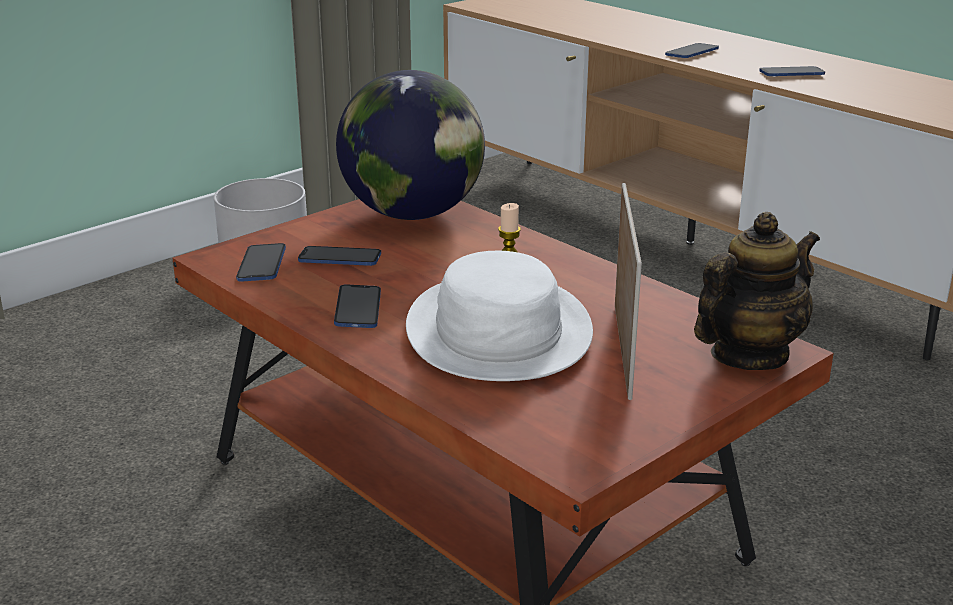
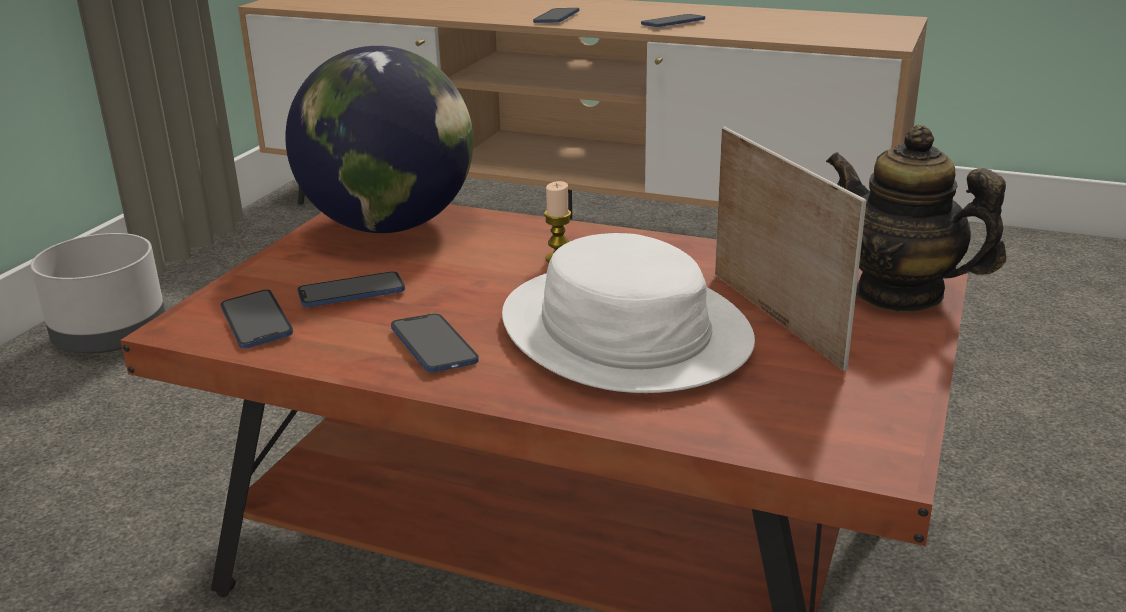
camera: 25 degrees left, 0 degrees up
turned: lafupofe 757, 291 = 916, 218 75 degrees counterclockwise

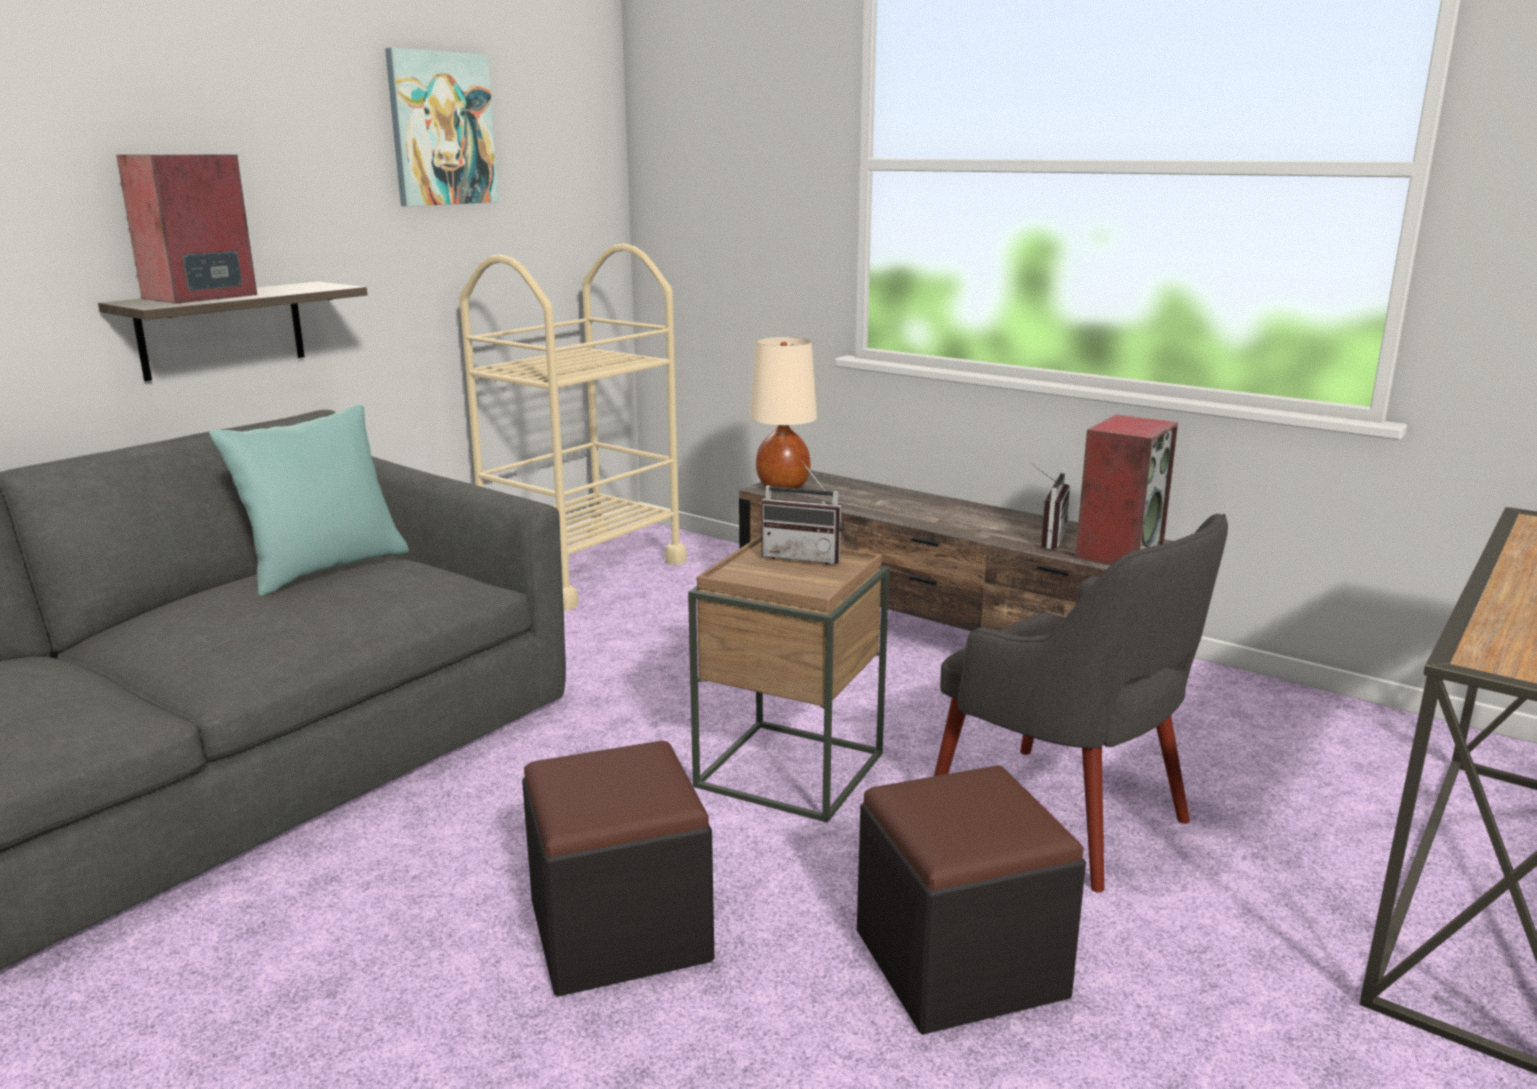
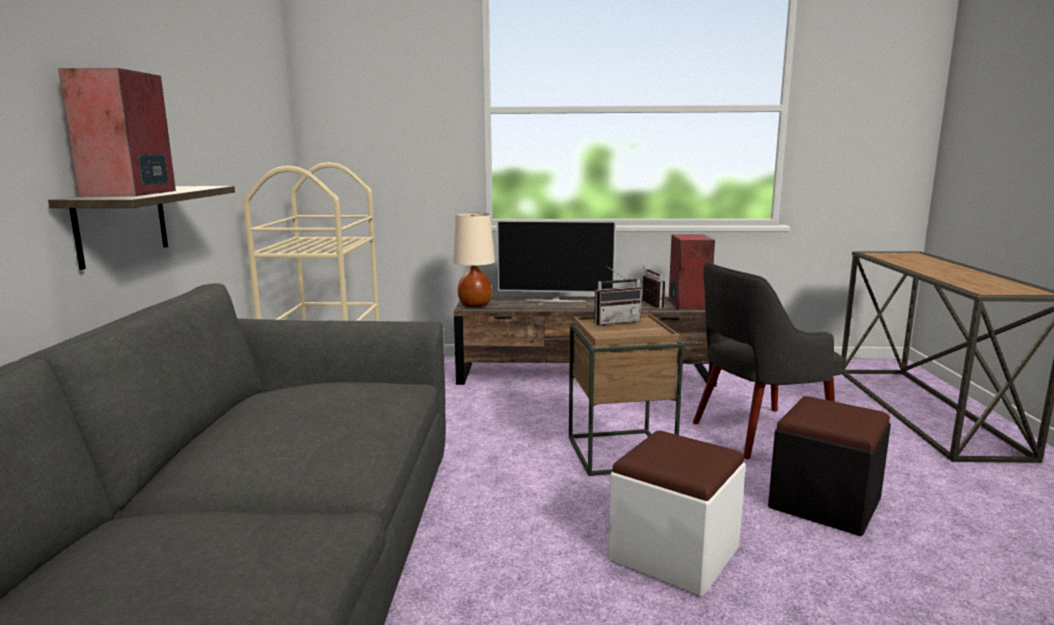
camera: 35 degrees left, 5 degrees down
removed: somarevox 442, 127; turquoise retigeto 309, 501
added: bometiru 556, 261
recoloured: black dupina 618, 868 to white dupina 677, 513
turned: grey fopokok 1081, 703 = 768, 360 150 degrees clockwise

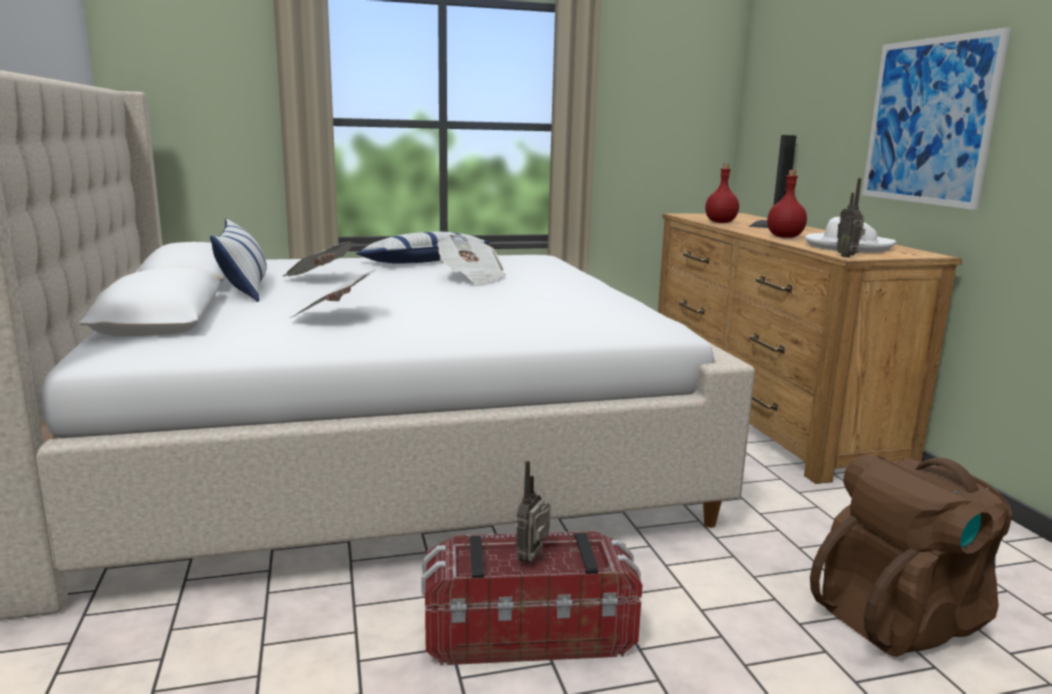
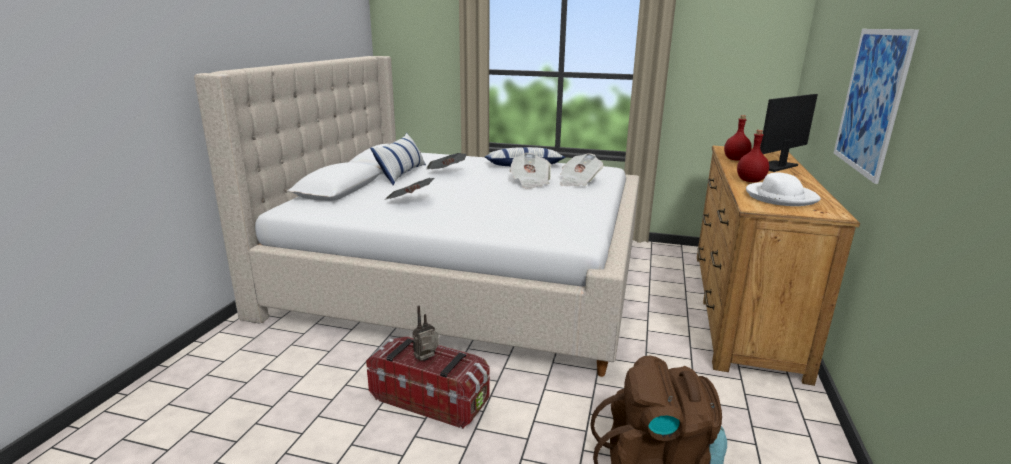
camera: 30 degrees right, 5 degrees up
removed: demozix 850, 217
added: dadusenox 581, 169

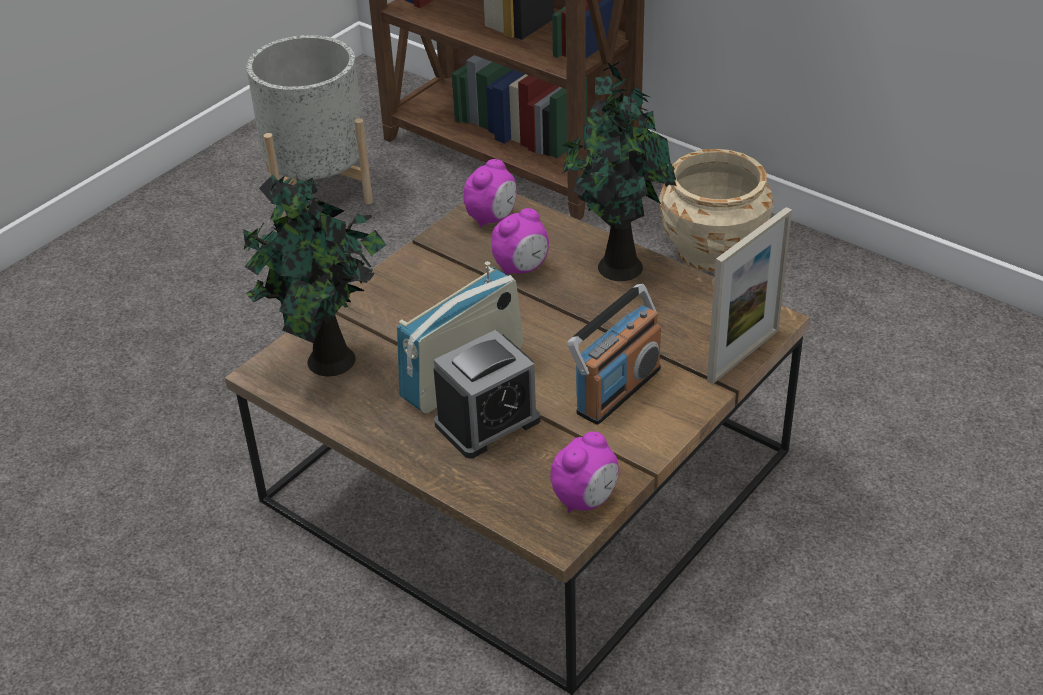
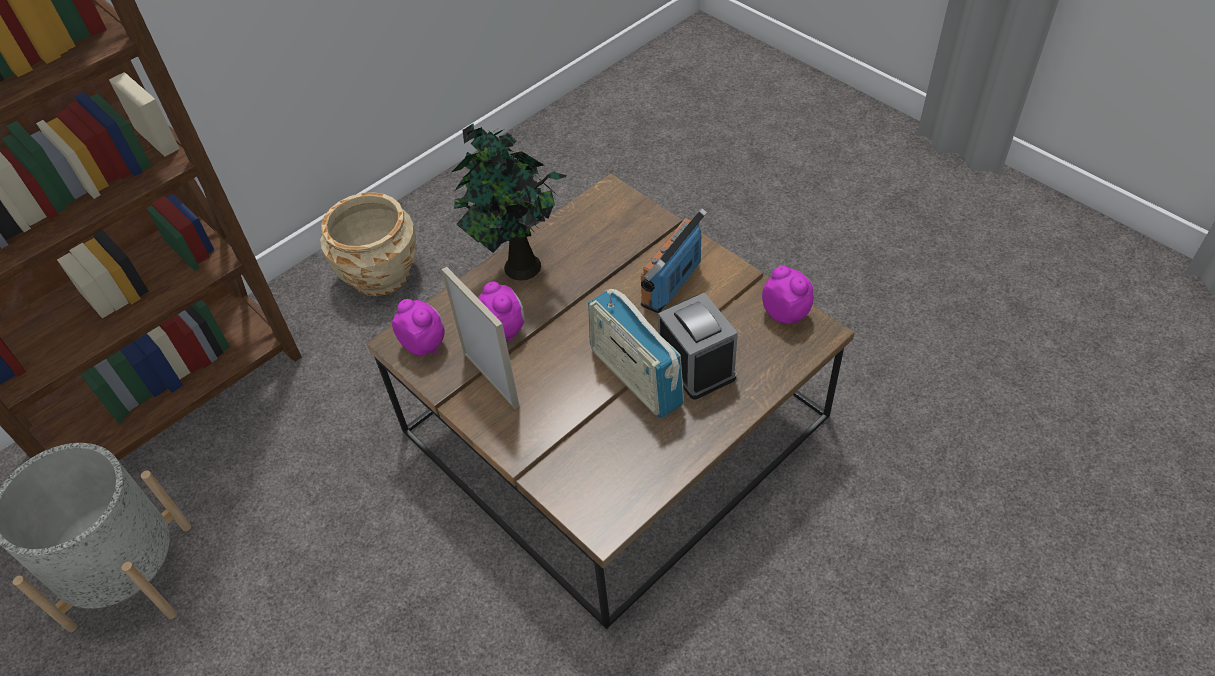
camera: 80 degrees left, 10 degrees up
removed: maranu 314, 275
moved: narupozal 749, 295 to 480, 338
turned: demozix 614, 354 = 674, 260 105 degrees counterclockwise

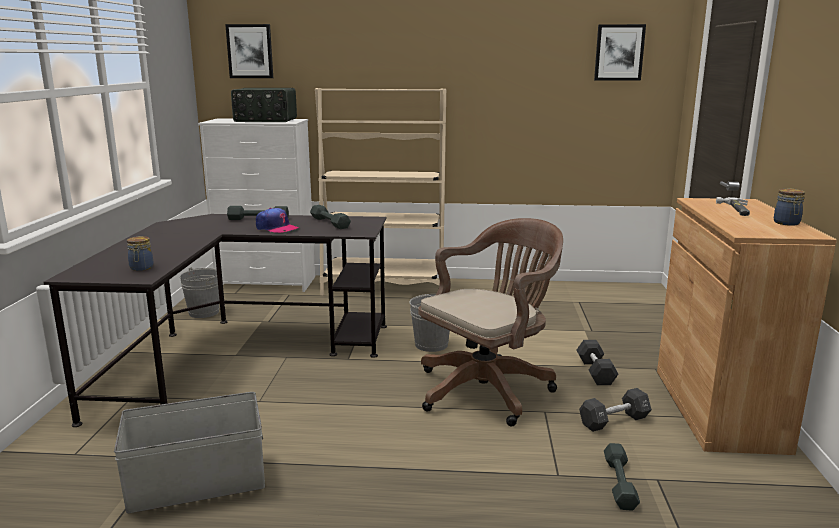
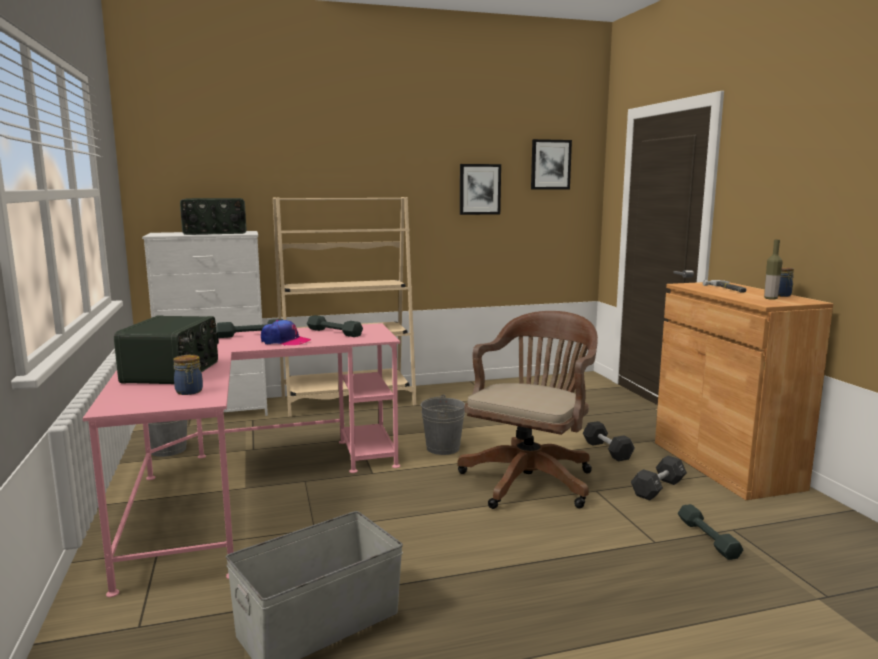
camera: 20 degrees left, 5 degrees down
added: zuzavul 773, 270; demozix 166, 349
moved: somarevox 249, 51 to 480, 189
recoloured: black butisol 215, 320 to pink butisol 241, 460

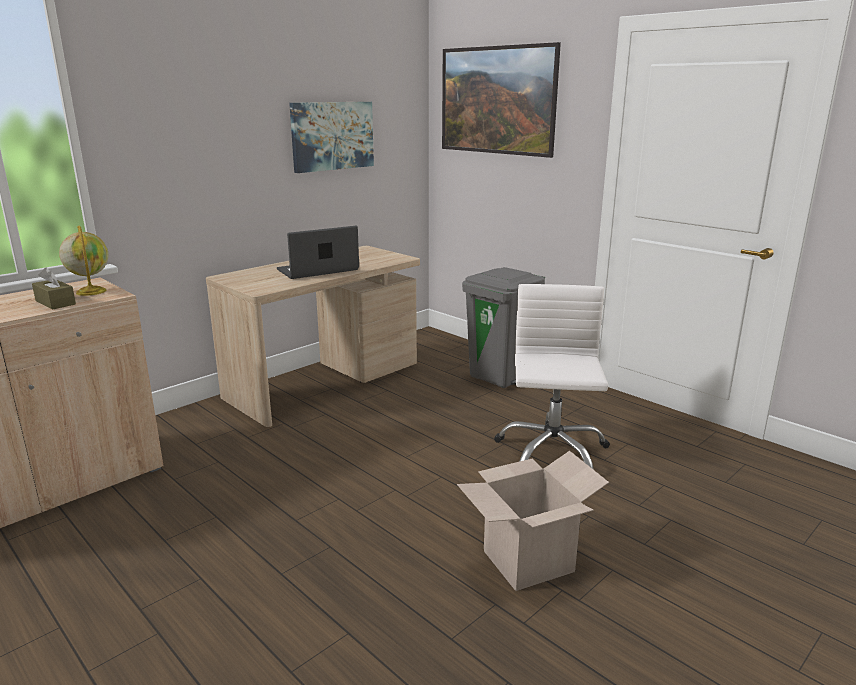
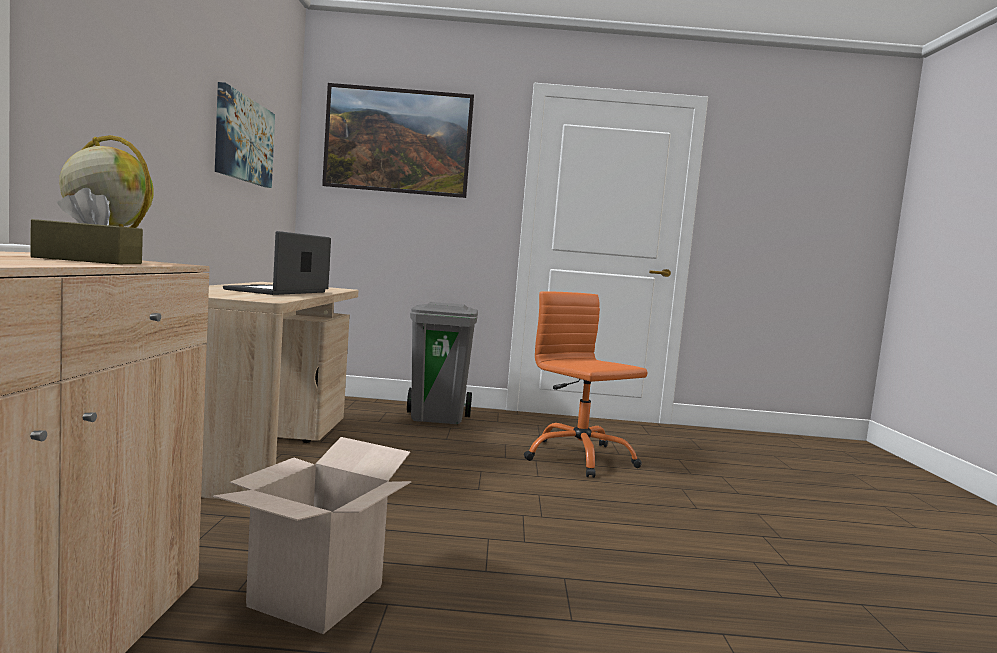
camera: 45 degrees left, 15 degrees down
moved: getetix 533, 521 to 312, 535
recoloured: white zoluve 552, 377 to orange zoluve 586, 384

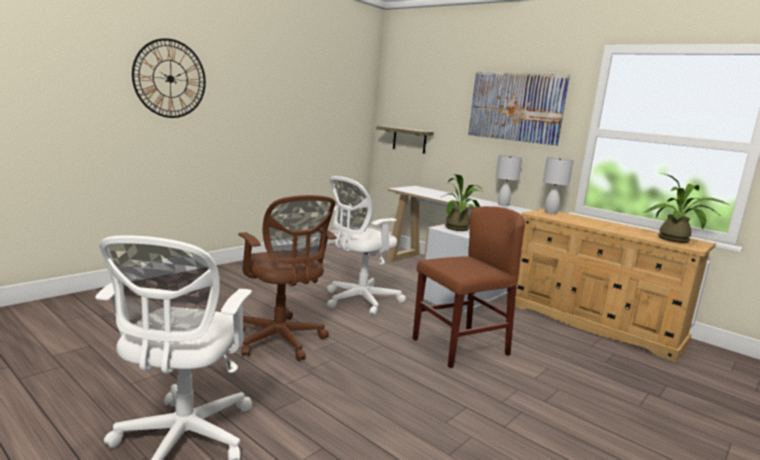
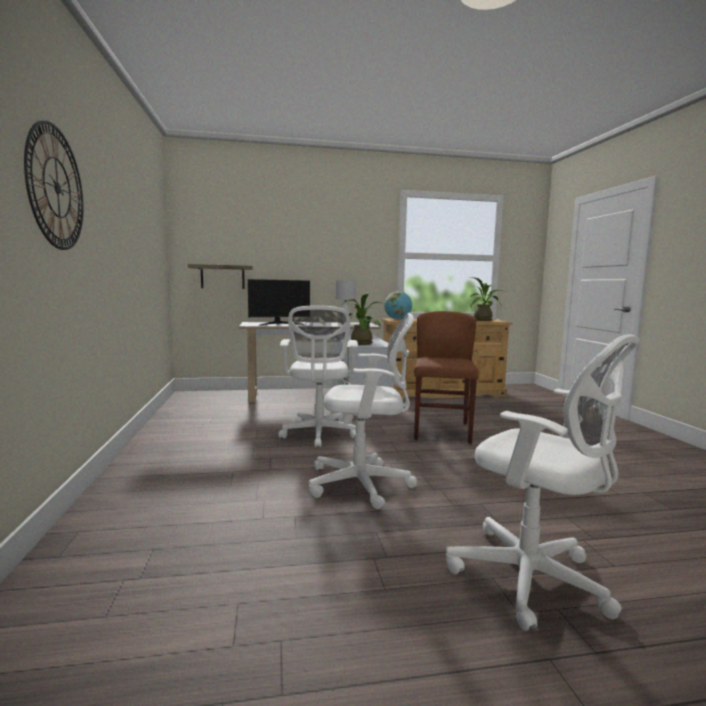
camera: 50 degrees left, 5 degrees down
removed: somarevox 519, 109
added: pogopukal 279, 302
replaced: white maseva 558, 185 to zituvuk 398, 305
recoloured: brown zoluve 287, 278 to white zoluve 363, 411

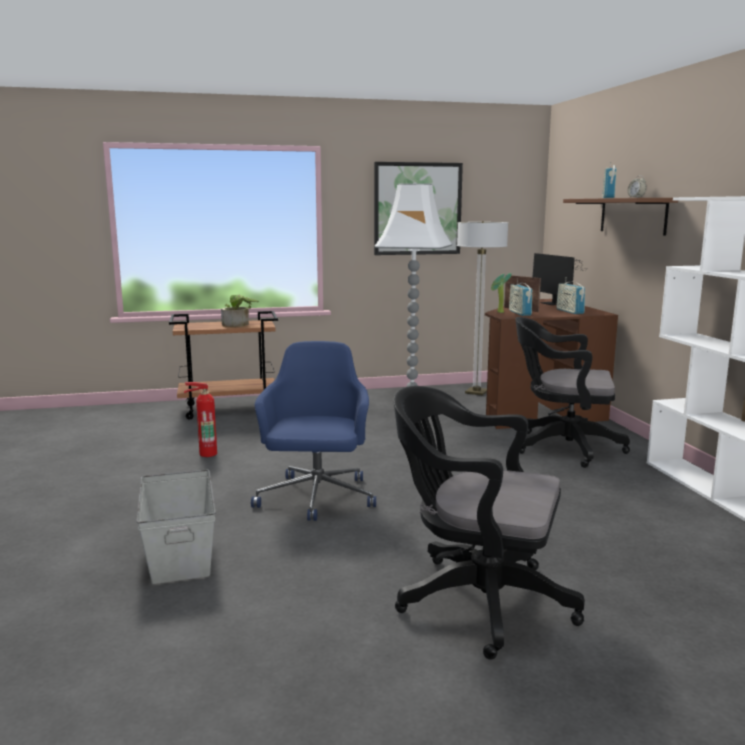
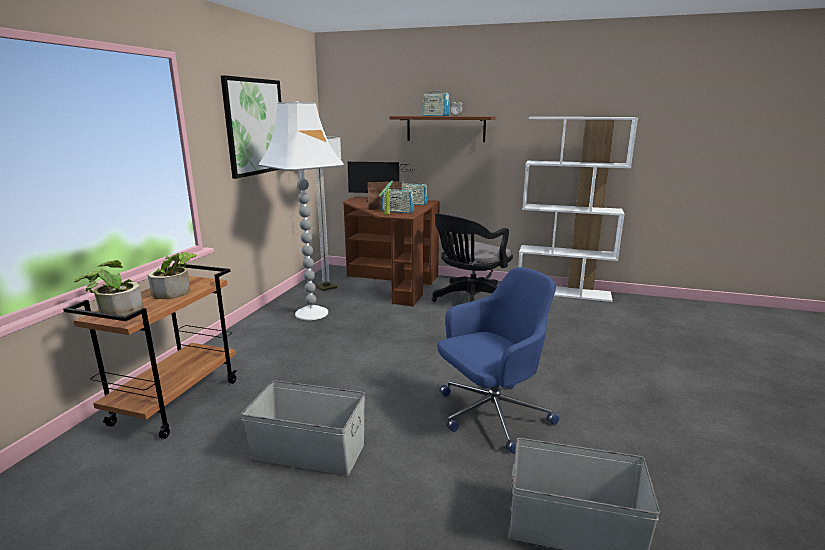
camera: 60 degrees left, 5 degrees up
removed: black zoluve 489, 523
added: maranu 108, 288
replaced: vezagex 200, 419 to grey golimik 303, 428
turned: blue zoluve 313, 431 = 498, 360 120 degrees clockwise

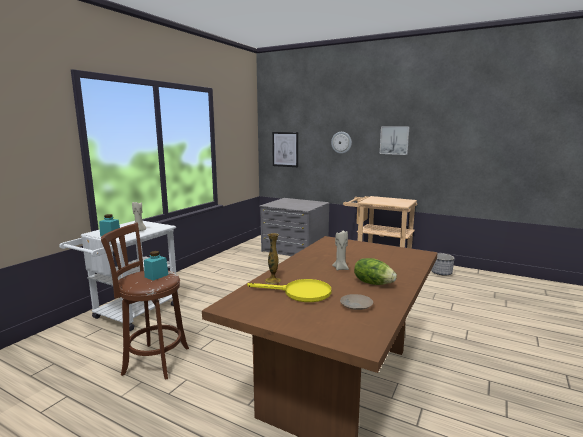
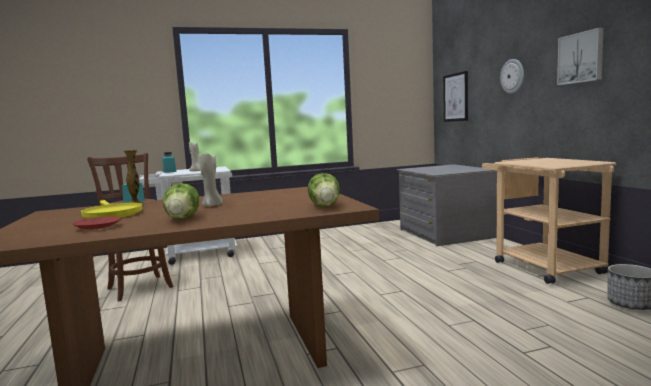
camera: 45 degrees right, 5 degrees down
added: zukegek 324, 190
recoloured: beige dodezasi 356, 302 to red dodezasi 96, 223

